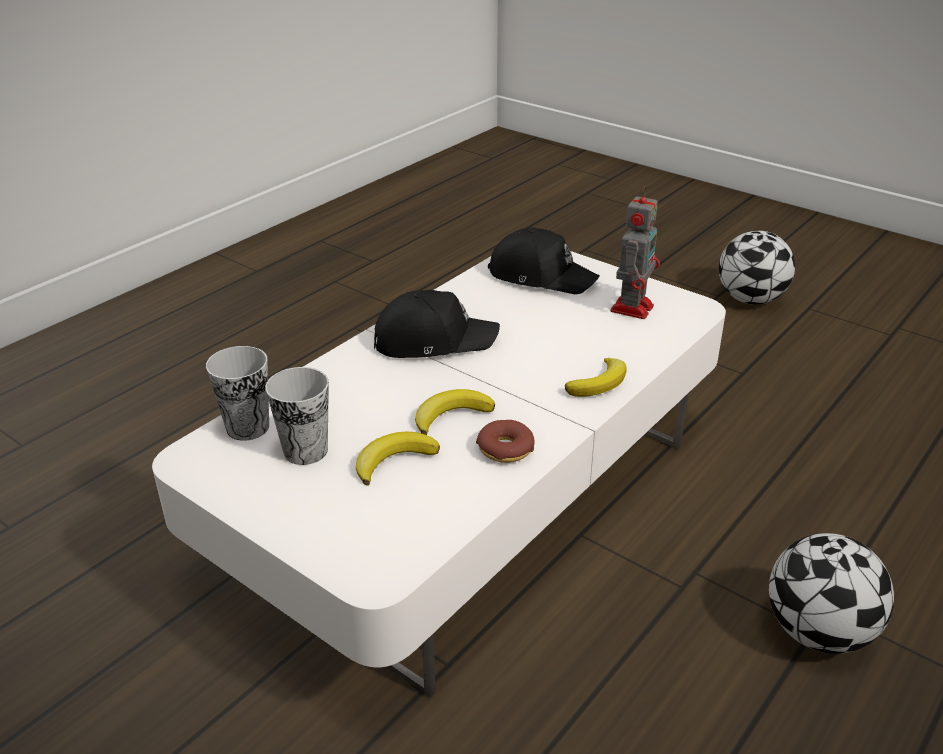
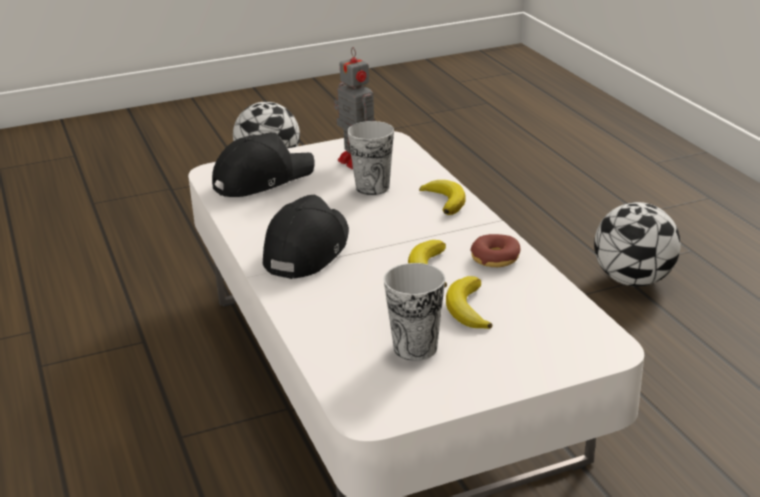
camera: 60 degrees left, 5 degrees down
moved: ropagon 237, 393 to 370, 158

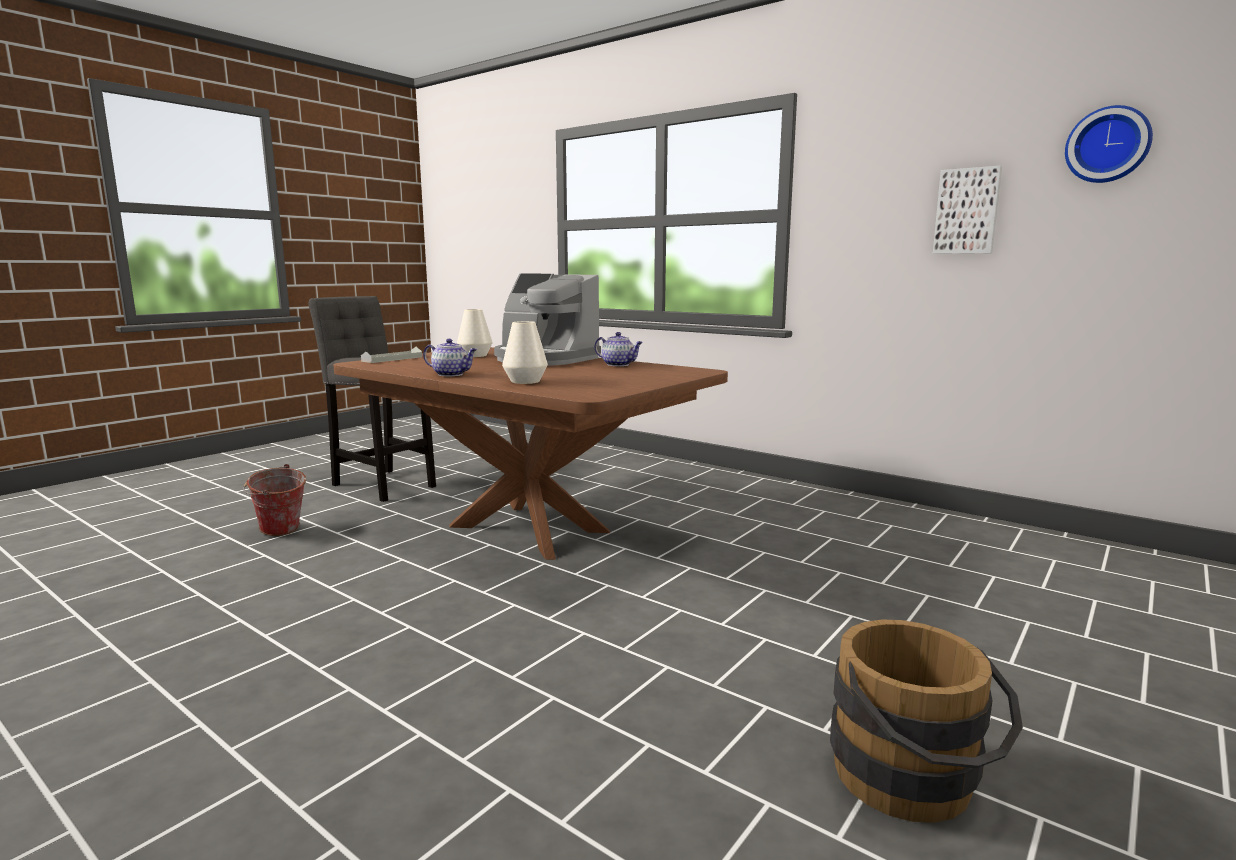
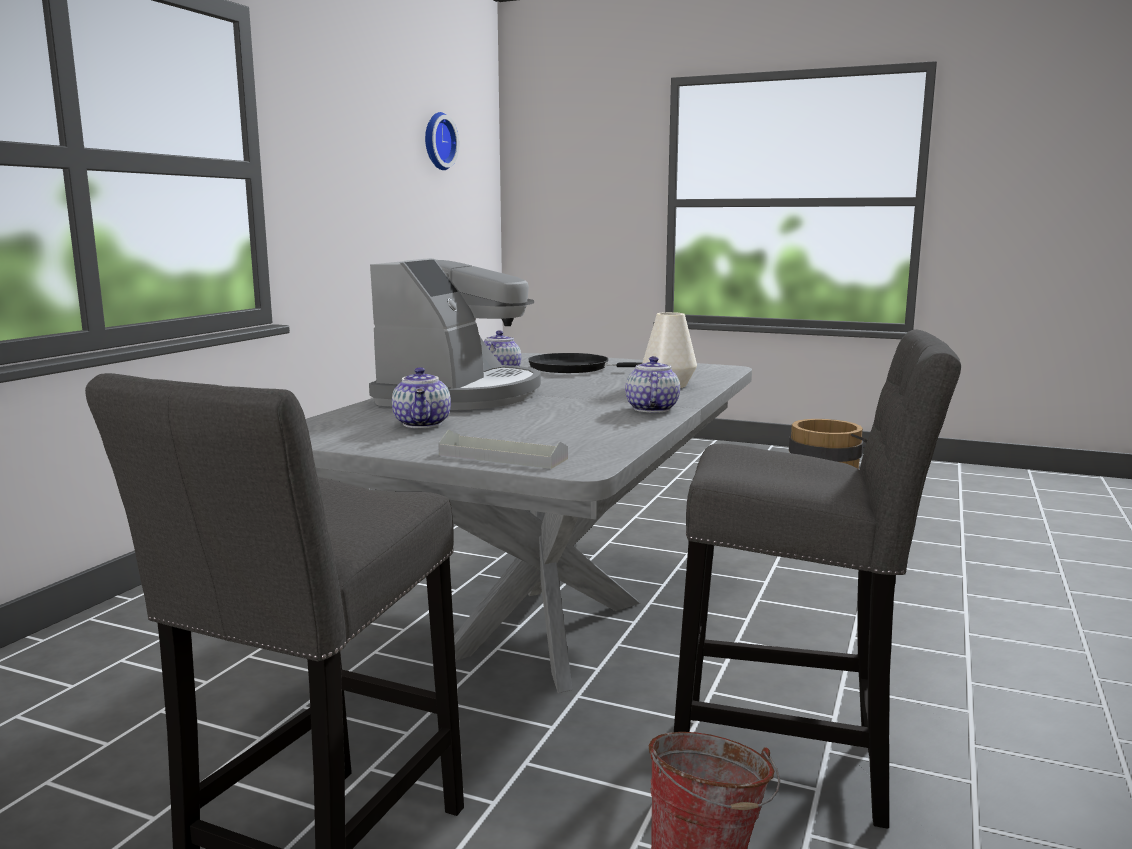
camera: 105 degrees left, 0 degrees up
removed: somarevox 967, 210
added: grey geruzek 817, 579; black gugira 585, 363
replaced: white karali 474, 333 to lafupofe 421, 397
recoloured: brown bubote 530, 453 to grey bubote 529, 523

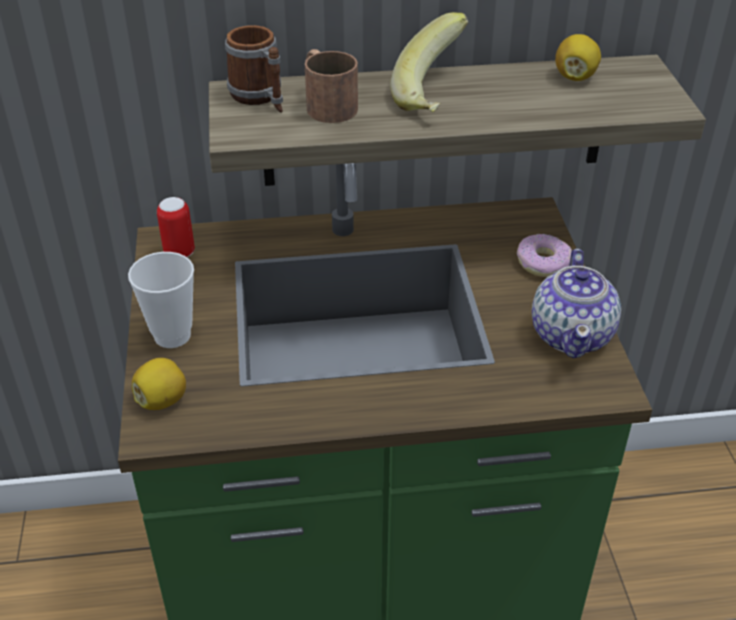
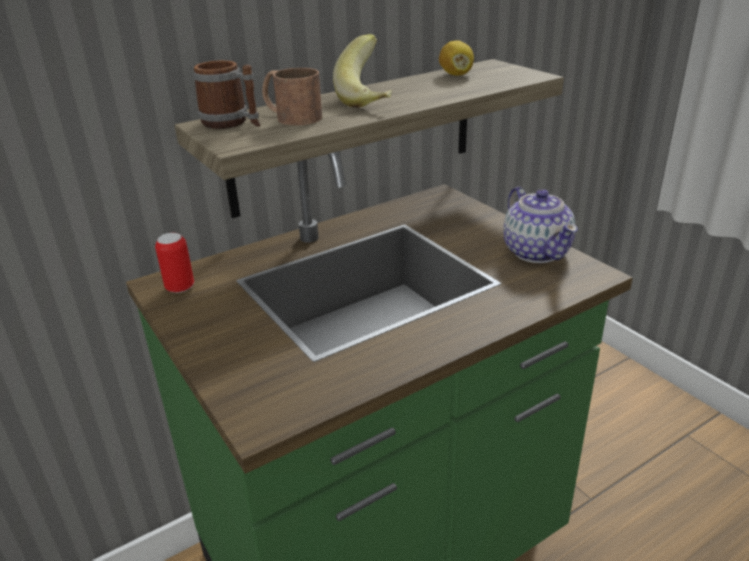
camera: 25 degrees left, 10 degrees down
removed: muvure 544, 255; ropagon 161, 300; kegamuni 159, 384

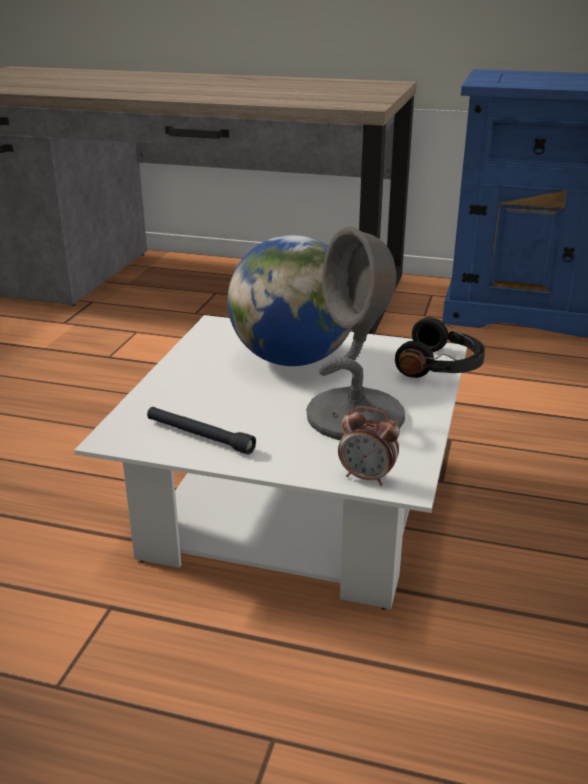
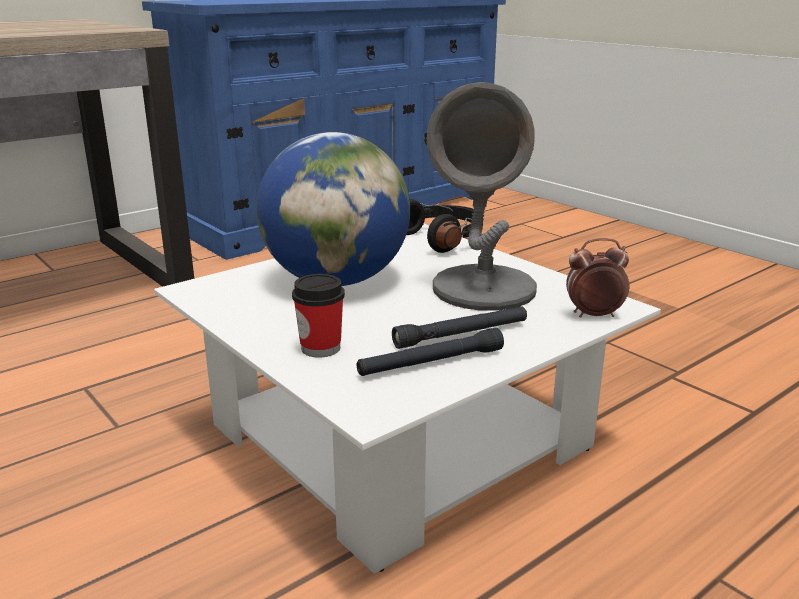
camera: 55 degrees left, 5 degrees down
added: ropagon 318, 316; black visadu 459, 327
turned: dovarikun 369, 446 = 598, 278 150 degrees counterclockwise

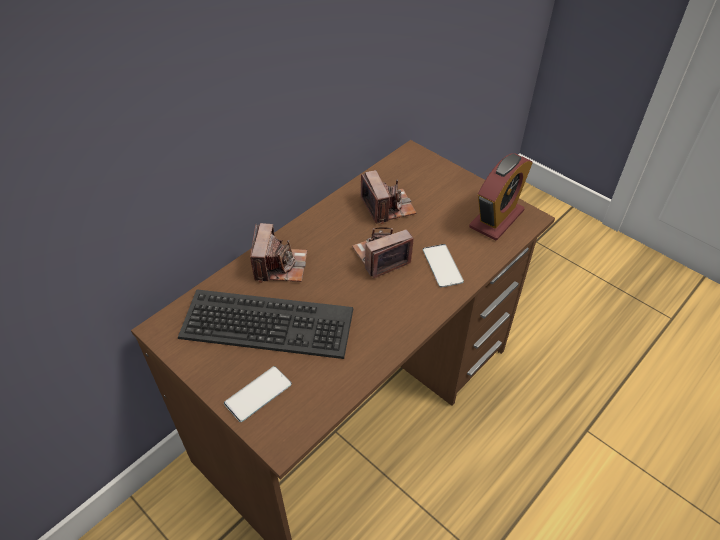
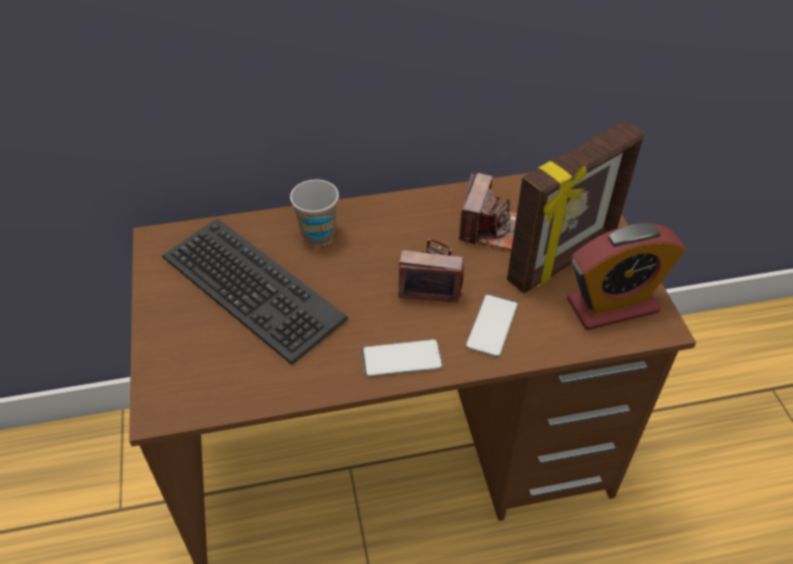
camera: 35 degrees right, 0 degrees up
added: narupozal 576, 207
moved: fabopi 258, 394 to 402, 358
replaced: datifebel 278, 253 to ropagon 314, 212

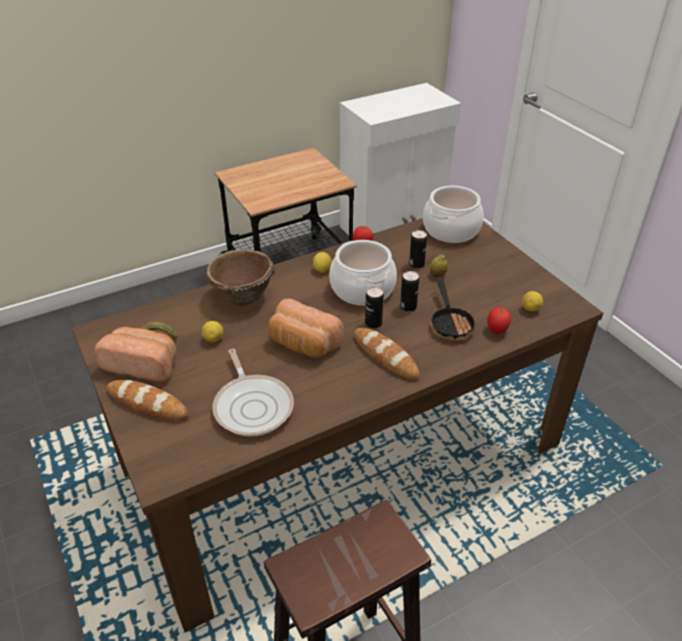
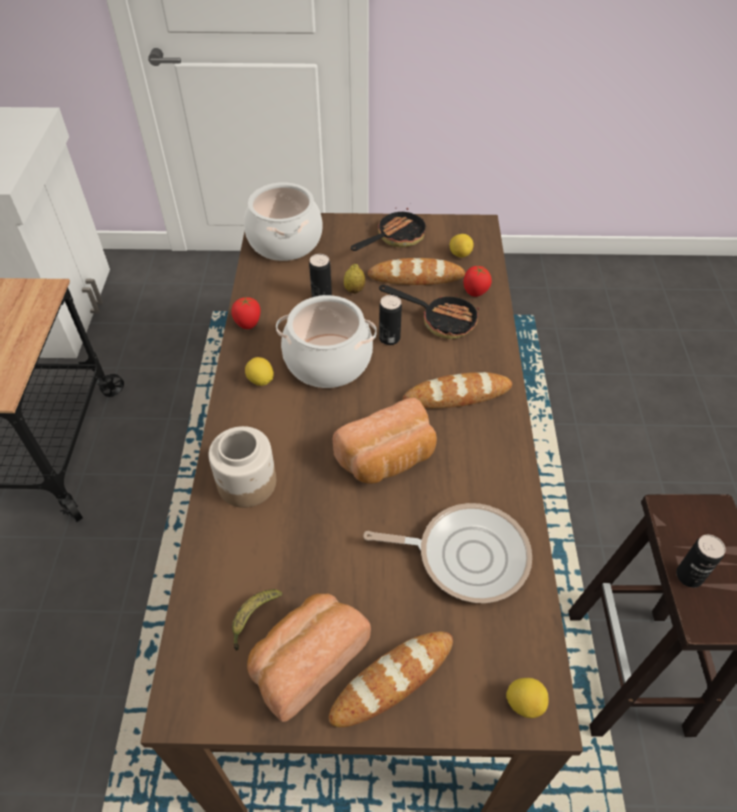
camera: 60 degrees left, 10 degrees up
added: gugira 388, 229; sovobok 416, 271
moved: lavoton 374, 307 to 701, 561; kegamuni 212, 331 to 527, 698
replaced: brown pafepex 240, 277 to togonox 242, 467

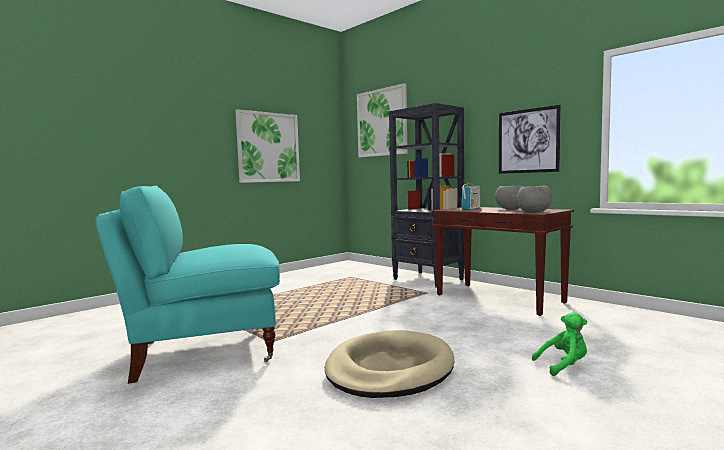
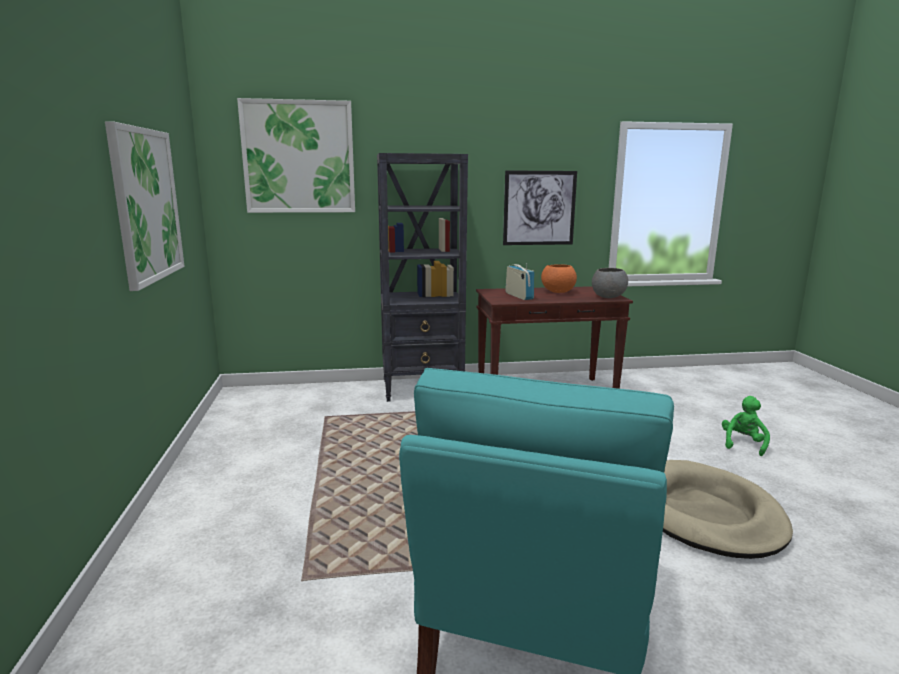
camera: 55 degrees left, 10 degrees up
recoloured: grey pafepex 509, 198 to orange pafepex 559, 278

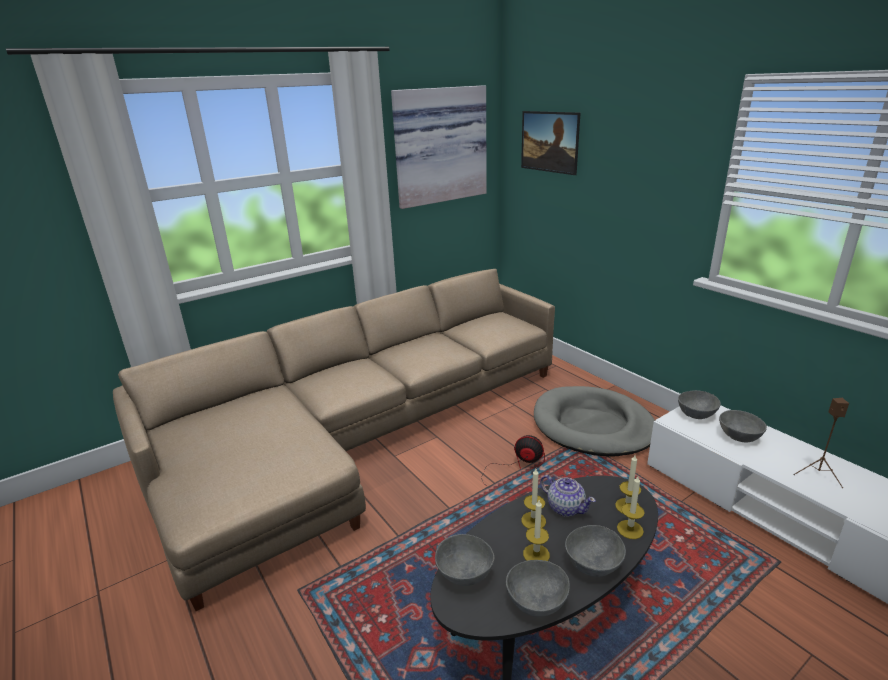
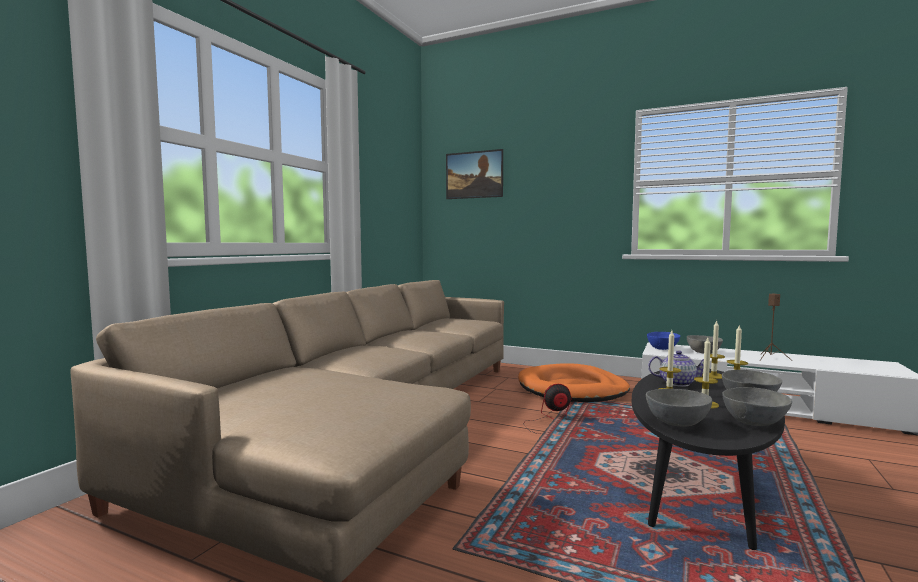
camera: 30 degrees left, 20 degrees down
removed: somarevox 439, 147
recoloured: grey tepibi 594, 421 to orange tepibi 574, 382; grey pafepex 699, 404 to blue pafepex 663, 341

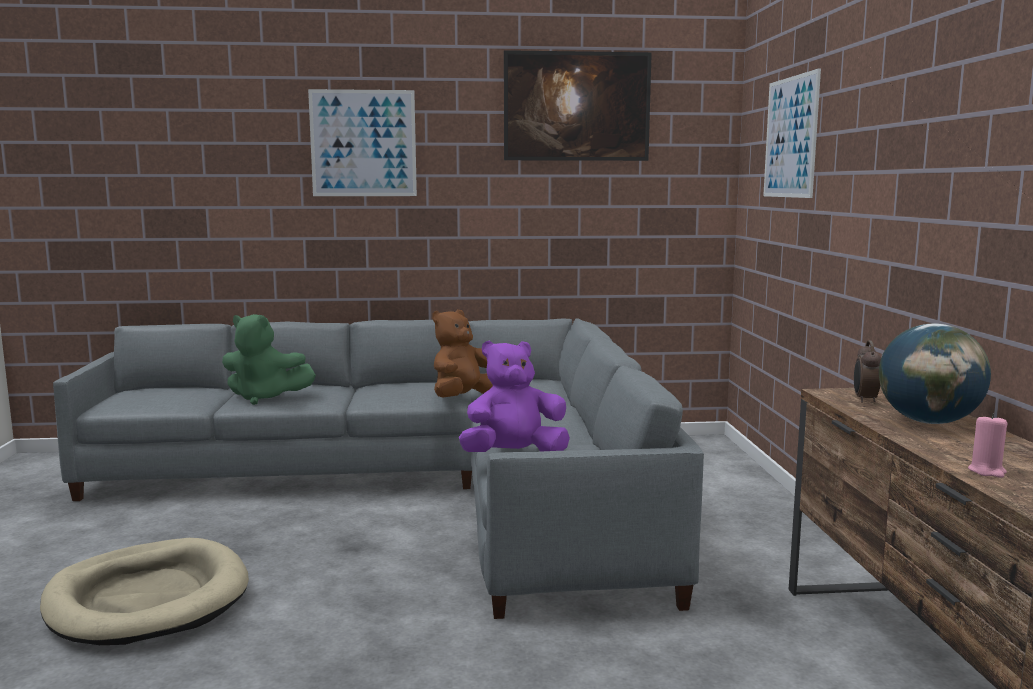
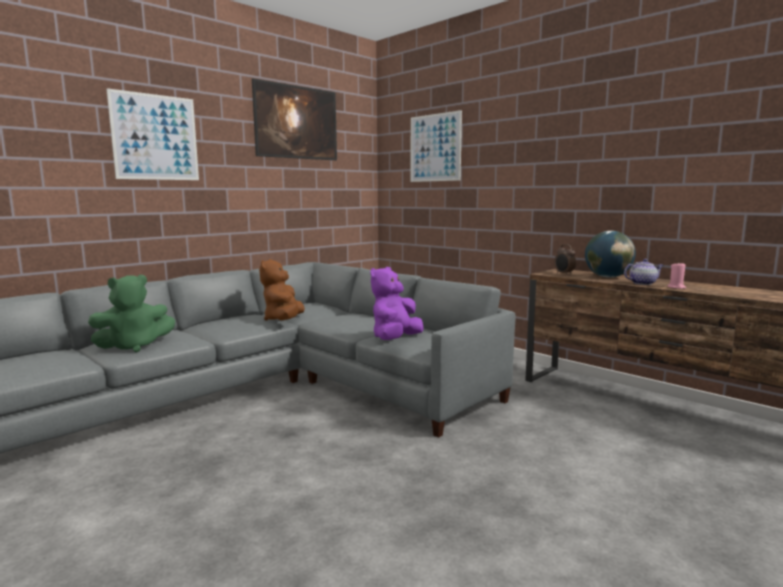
camera: 40 degrees left, 0 degrees up
removed: beige tepibi 144, 591
added: lafupofe 644, 272

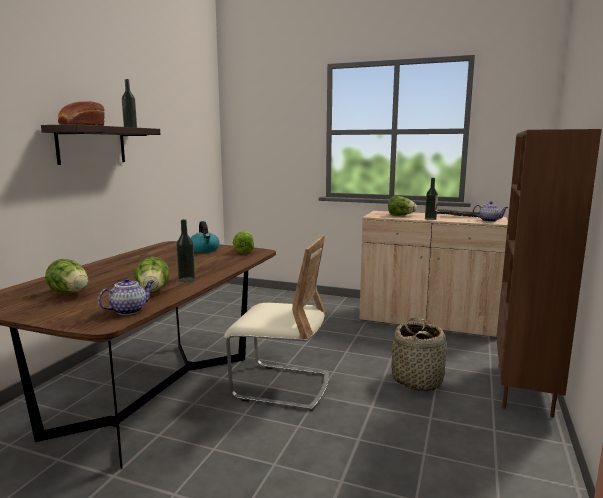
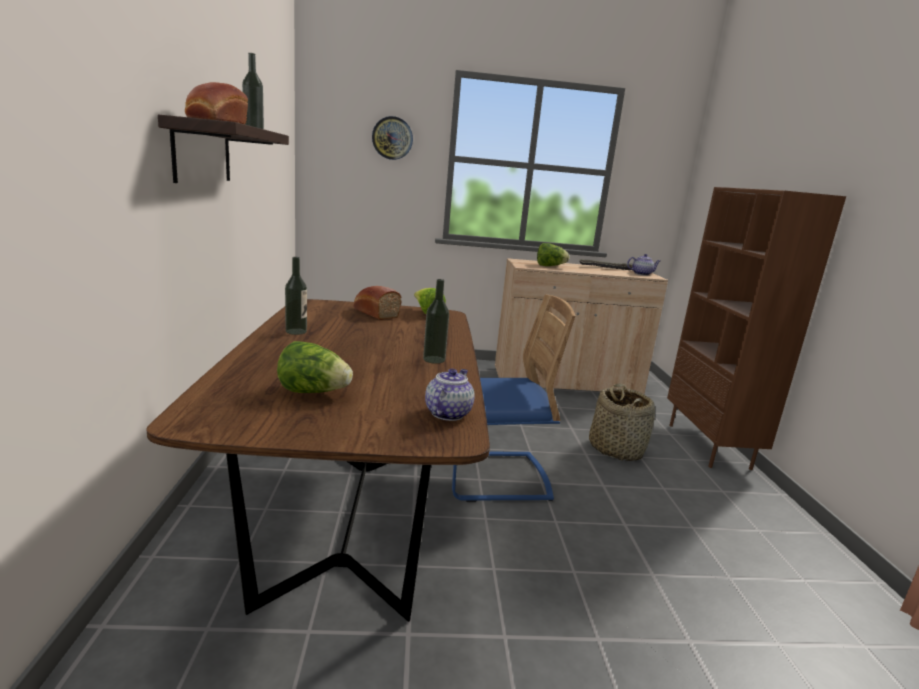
camera: 25 degrees left, 5 degrees up
removed: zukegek 151, 274
added: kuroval 392, 138
moved: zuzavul 431, 199 to 296, 296
replaced: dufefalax 205, 237 to sovobok 377, 303
recoloured: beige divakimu 276, 323 to blue divakimu 513, 398

